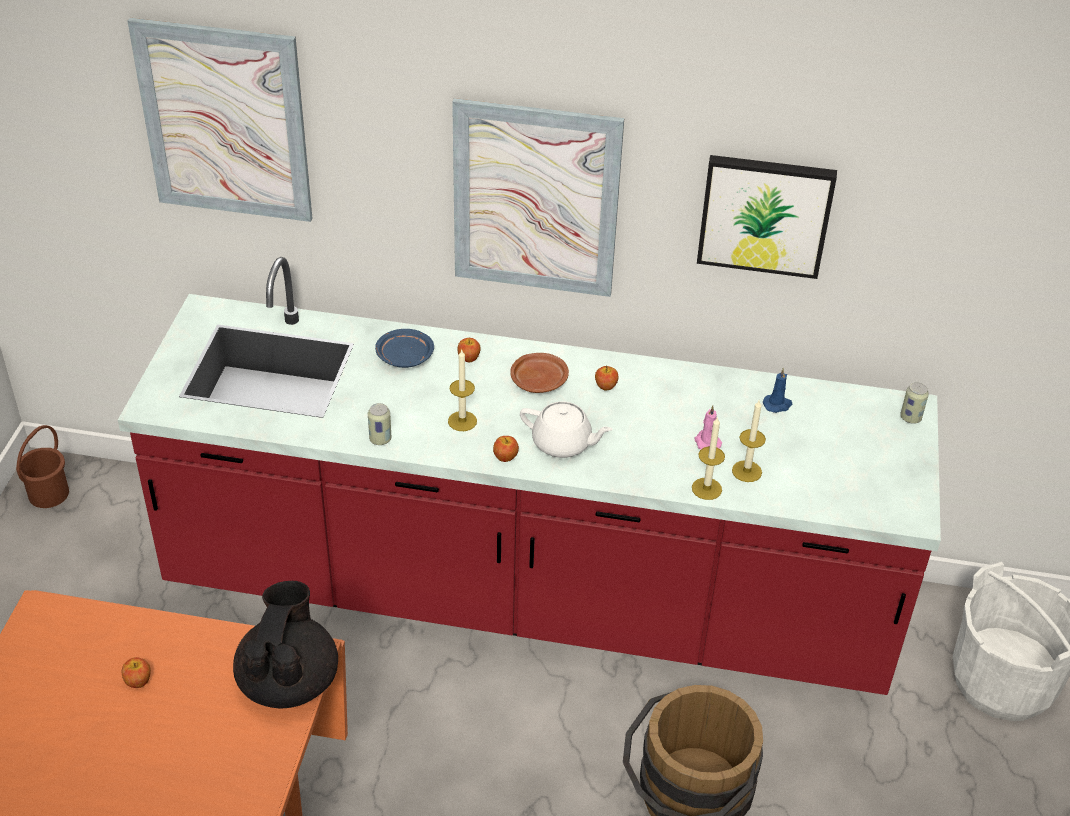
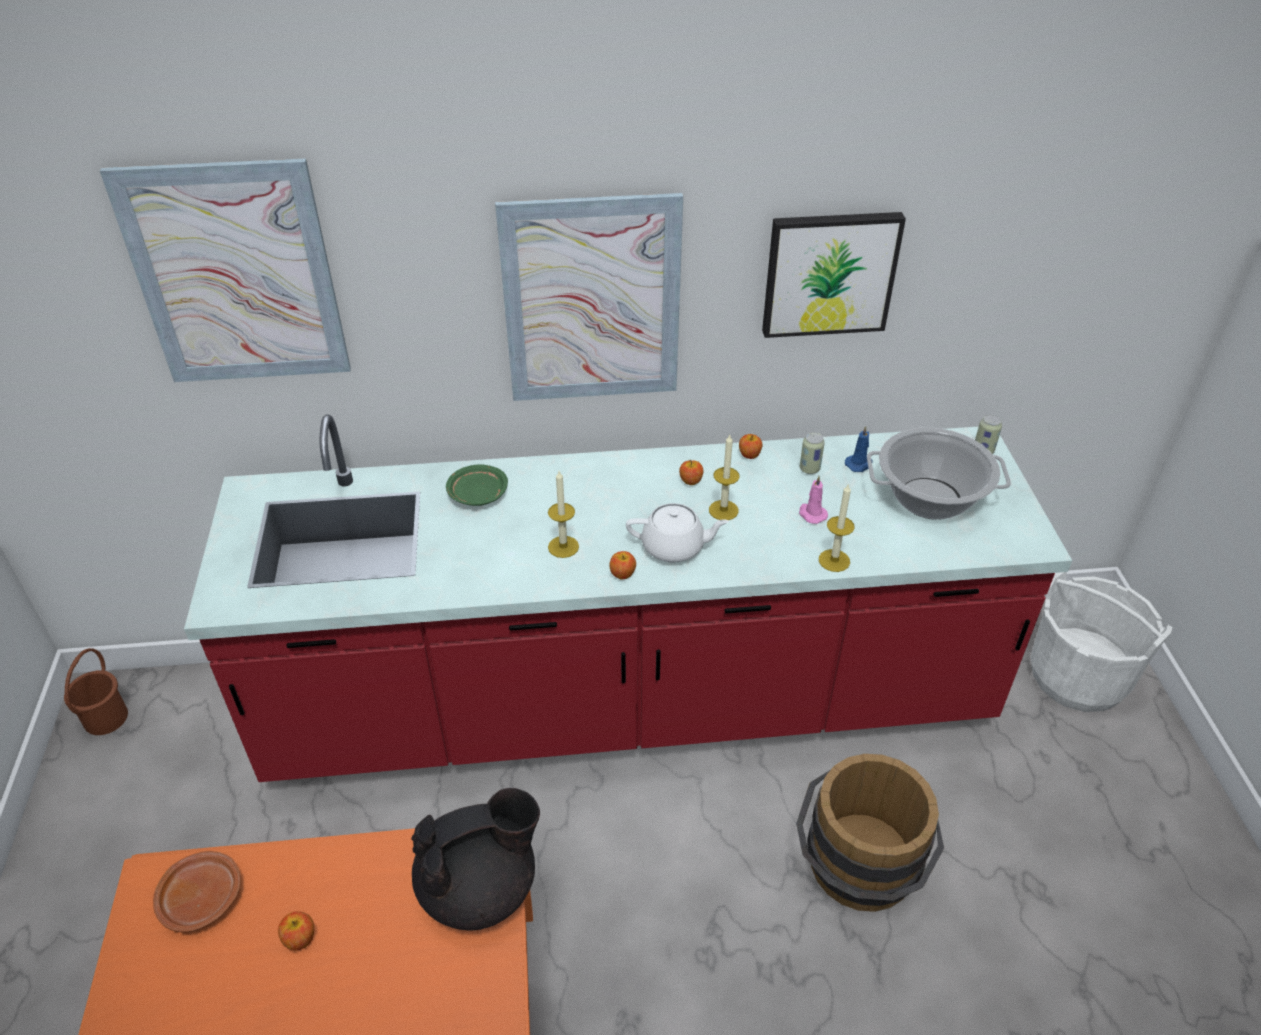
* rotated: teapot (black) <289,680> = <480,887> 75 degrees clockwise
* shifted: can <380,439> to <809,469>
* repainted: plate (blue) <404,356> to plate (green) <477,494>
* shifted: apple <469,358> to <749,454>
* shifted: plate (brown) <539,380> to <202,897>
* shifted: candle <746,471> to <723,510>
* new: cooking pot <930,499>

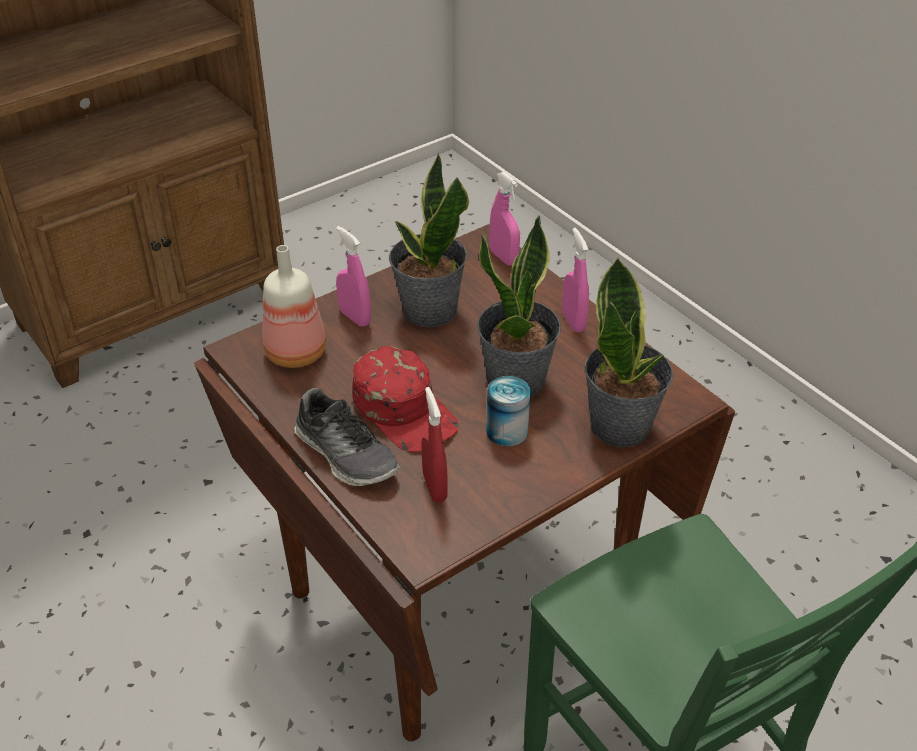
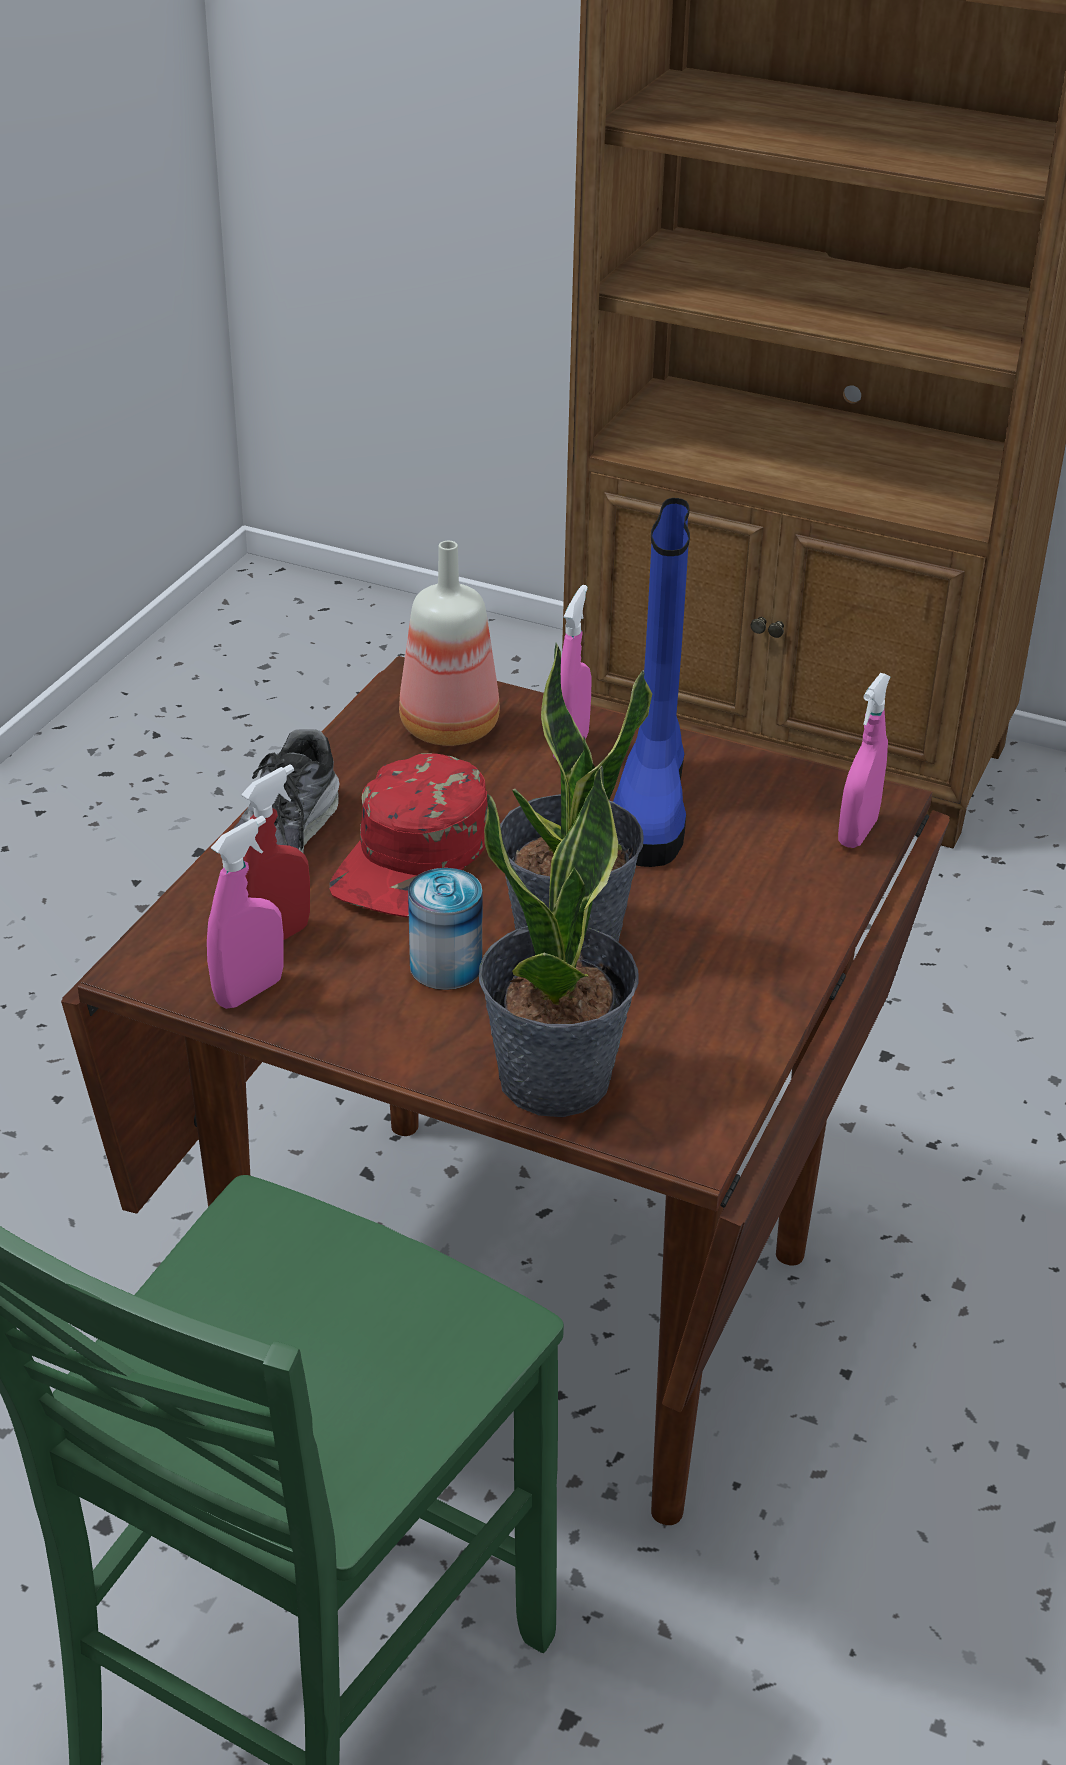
* swapped: potted plant <429,310> to boot (blue) <651,806>
* shifted: spray bottle (pink) <573,321> to <249,991>

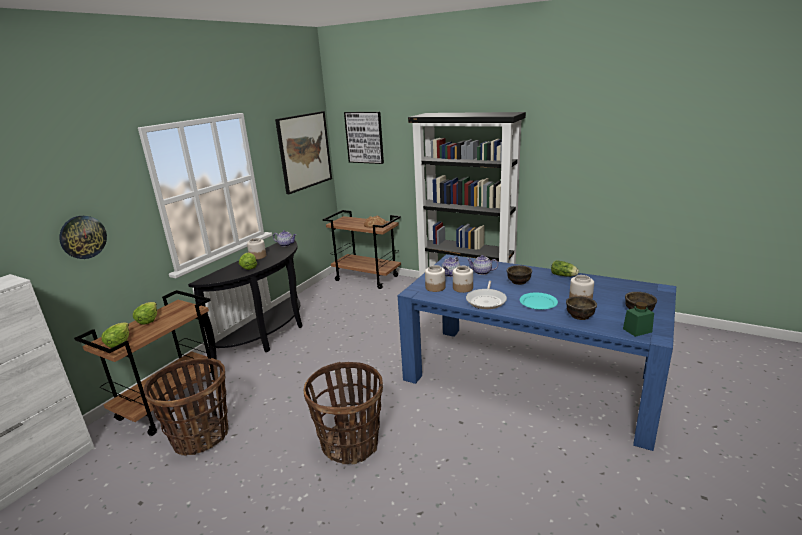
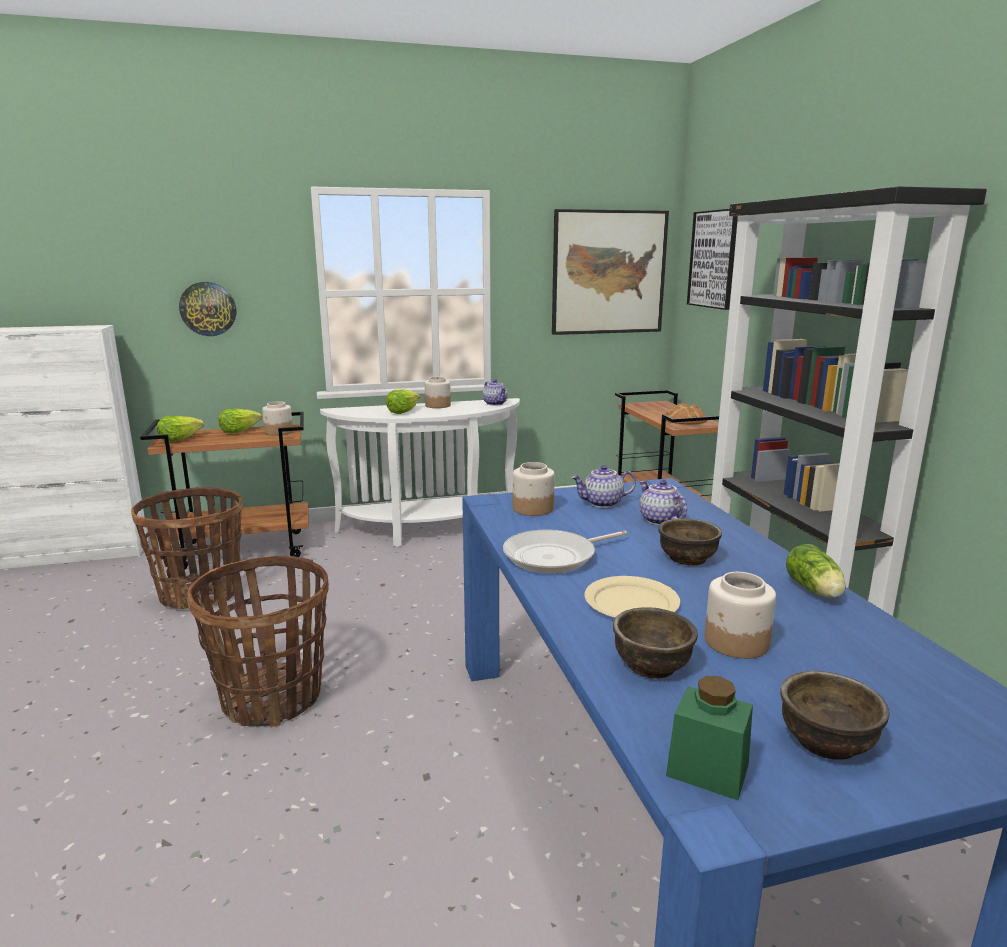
* repainted: console table (black) <270,335> to console table (white) <431,531>
* shifted: jar <463,288> to <278,432>
* repainted: plate (turquoise) <538,303> to plate (beige) <630,603>

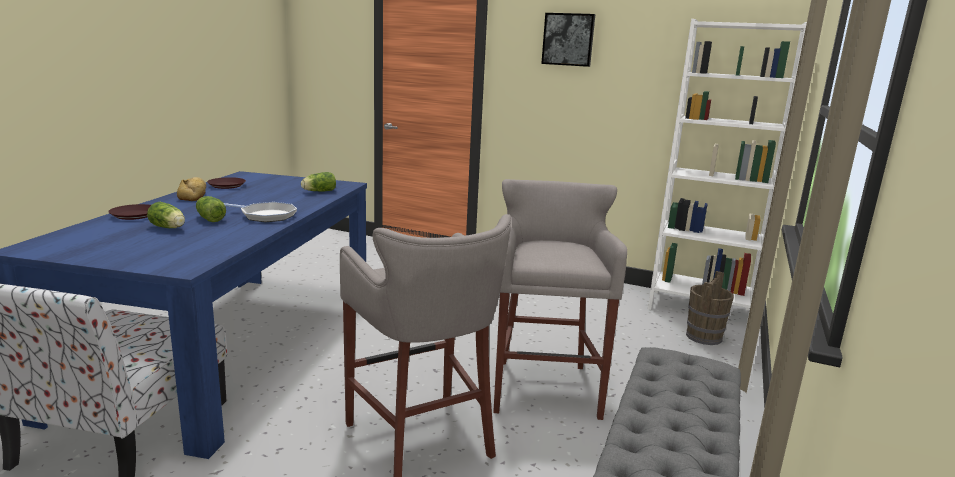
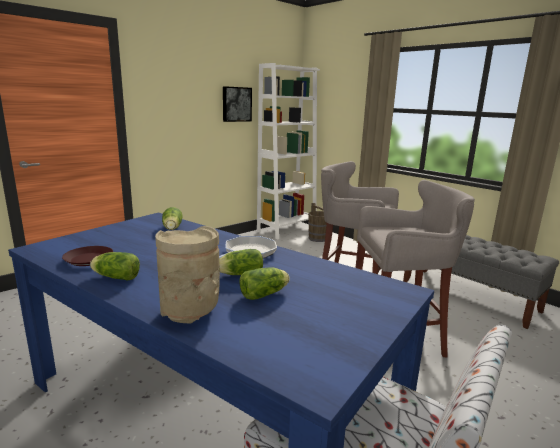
* swapped: plate (brown) <134,215> to vase (beige) <190,312>
* swapped: bread <194,194> to lettuce <115,277>
* shifted: picture <568,39> to <236,104>

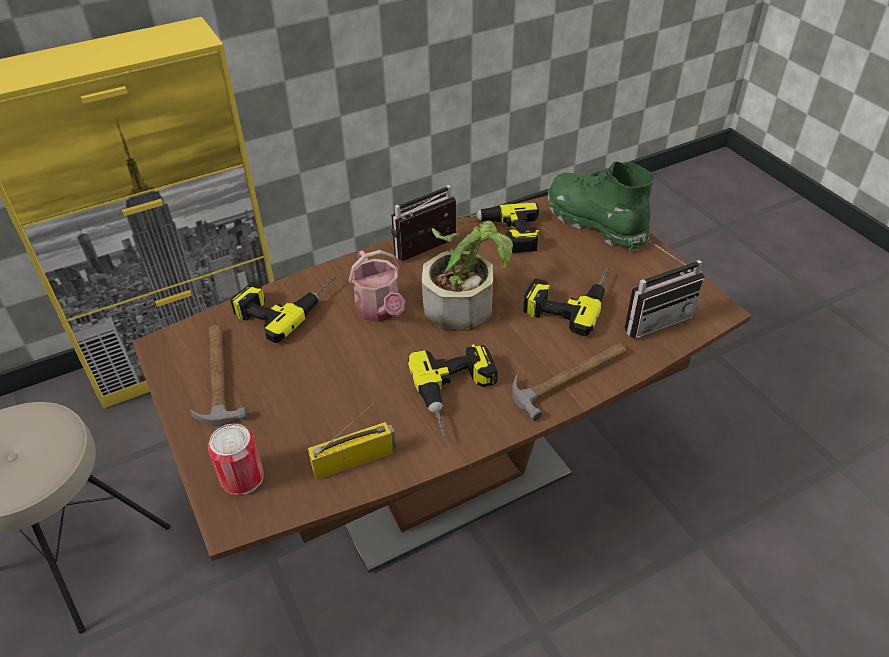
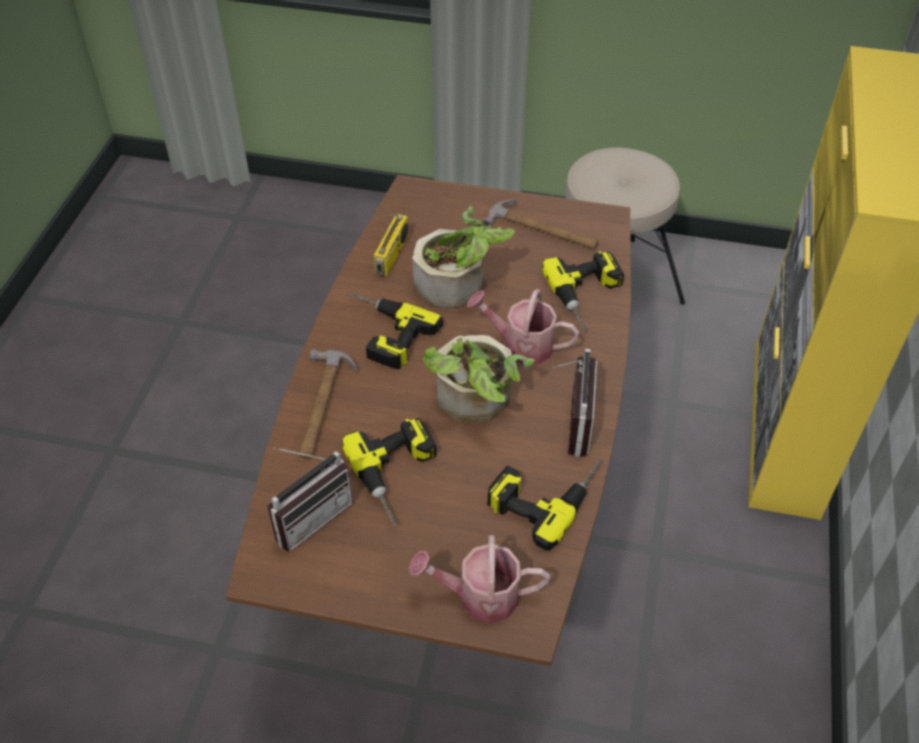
* gone: can <242,477>
* swapped: boot (green) <595,222> to watering can <479,596>
* rotated: radio <654,318> = <309,515> 150 degrees counterclockwise
* new: potted plant <459,285>

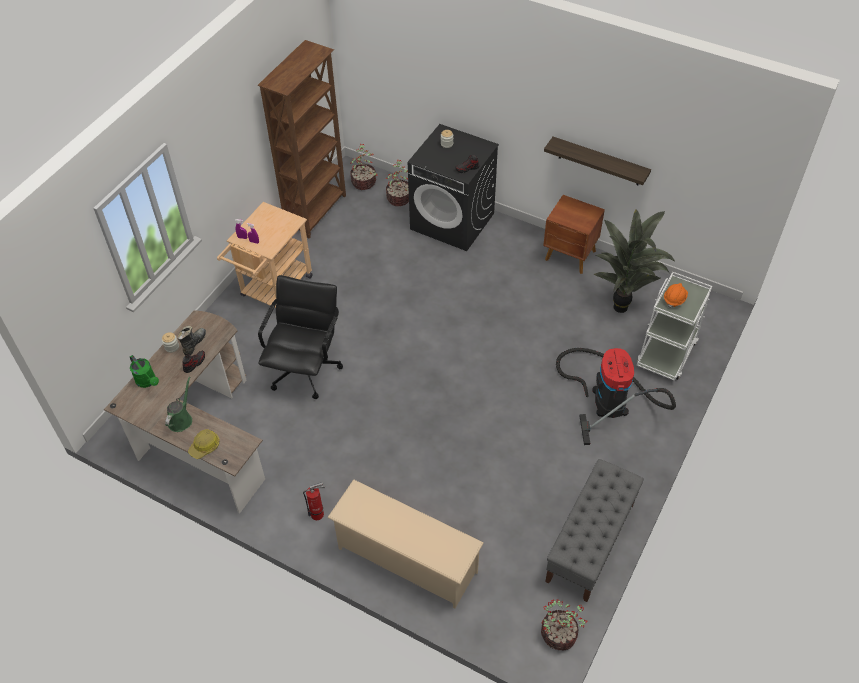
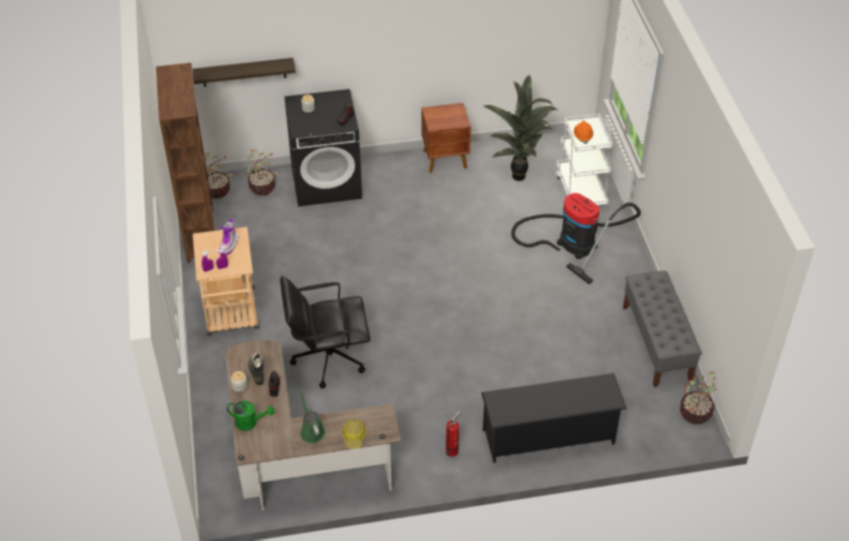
* rotated: office chair (black) <305,369> = <328,358> 75 degrees counterclockwise
* repainted: shoe rack (beige) <406,560> to shoe rack (black) <549,437>
* shifted: shelf <599,161> to <244,72>
* new: boot <229,245>

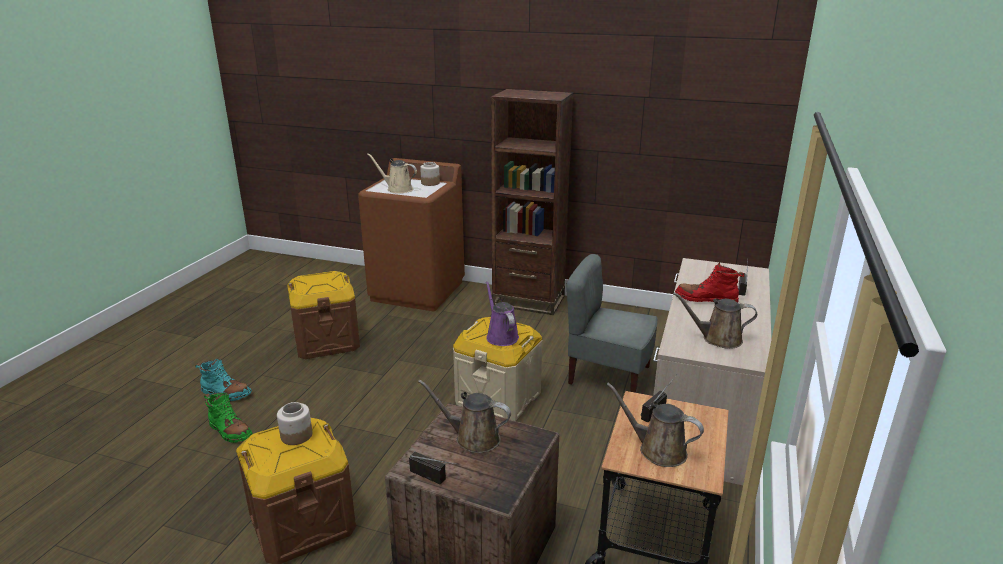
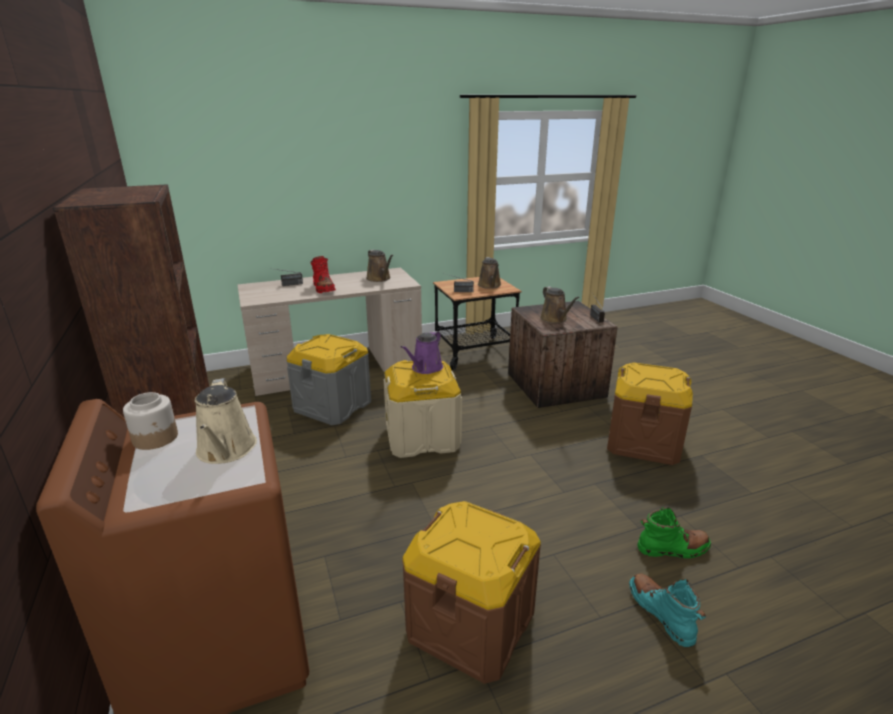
* rotated: boot (green) <230,431> = <673,549> 90 degrees clockwise
* gone: jar <296,436>
* swapped: chair (grey) <608,376> to storage box (grey) <332,406>

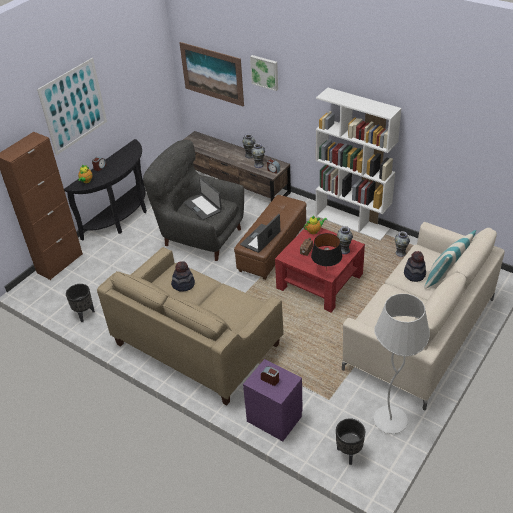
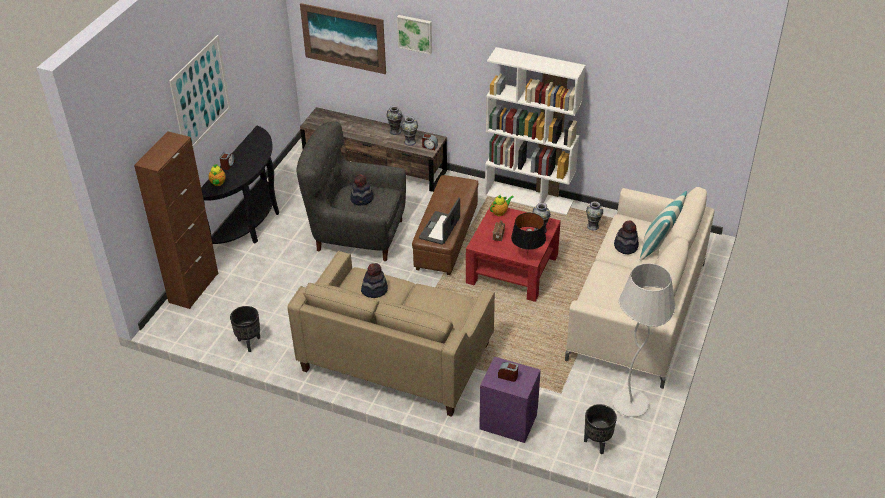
* swapped: laptop <203,207> to hat <362,199>

